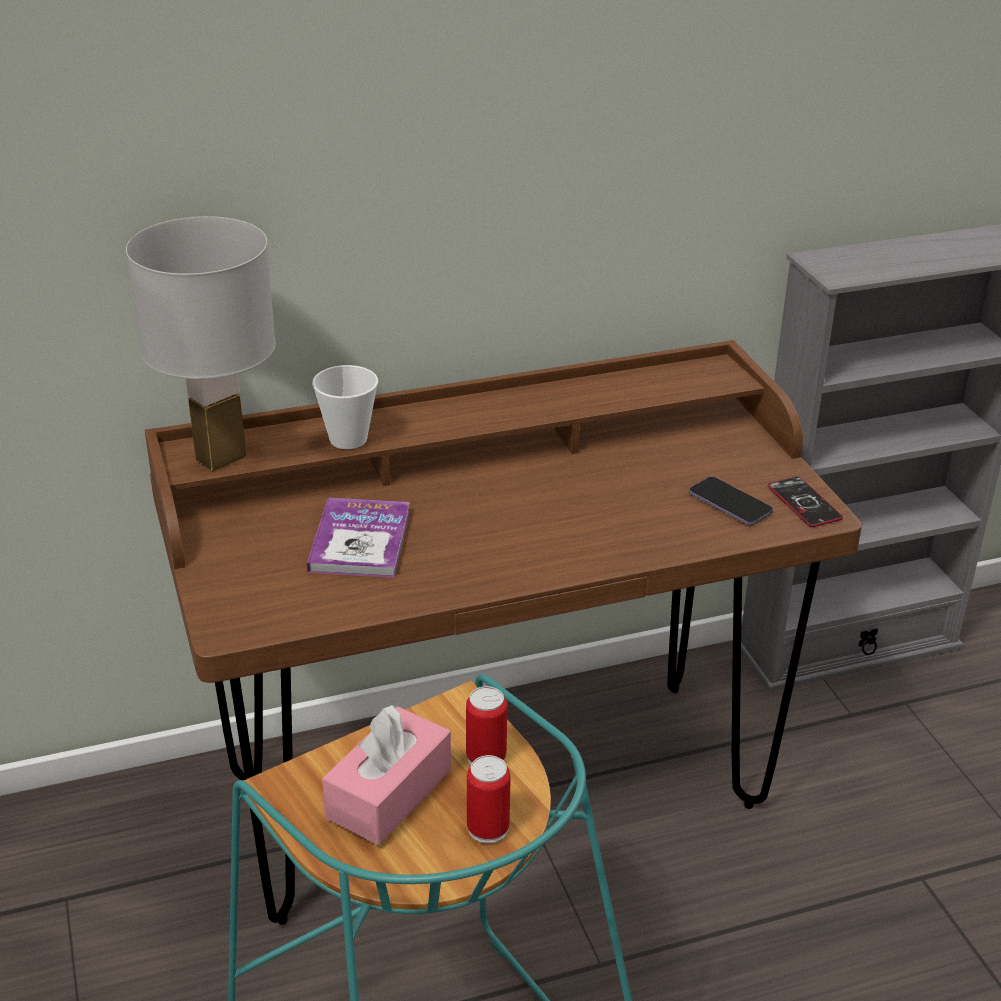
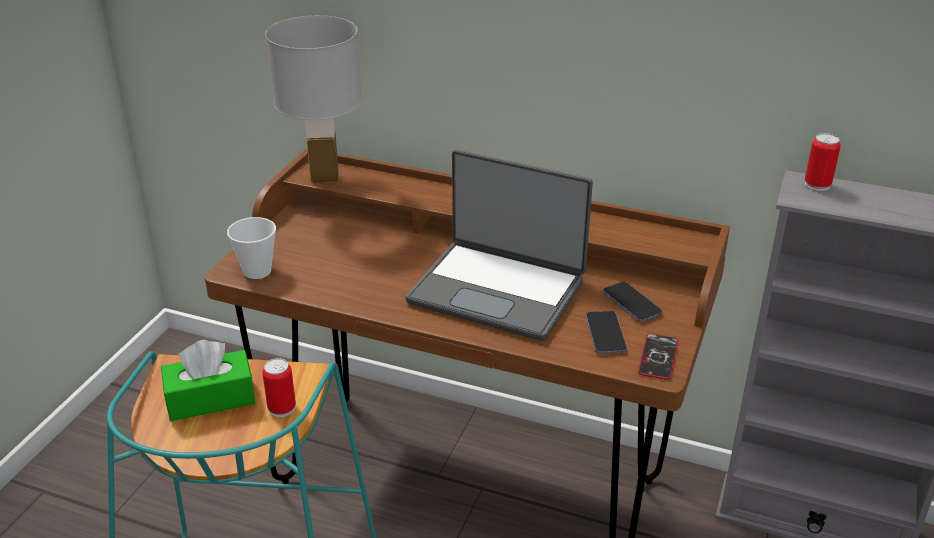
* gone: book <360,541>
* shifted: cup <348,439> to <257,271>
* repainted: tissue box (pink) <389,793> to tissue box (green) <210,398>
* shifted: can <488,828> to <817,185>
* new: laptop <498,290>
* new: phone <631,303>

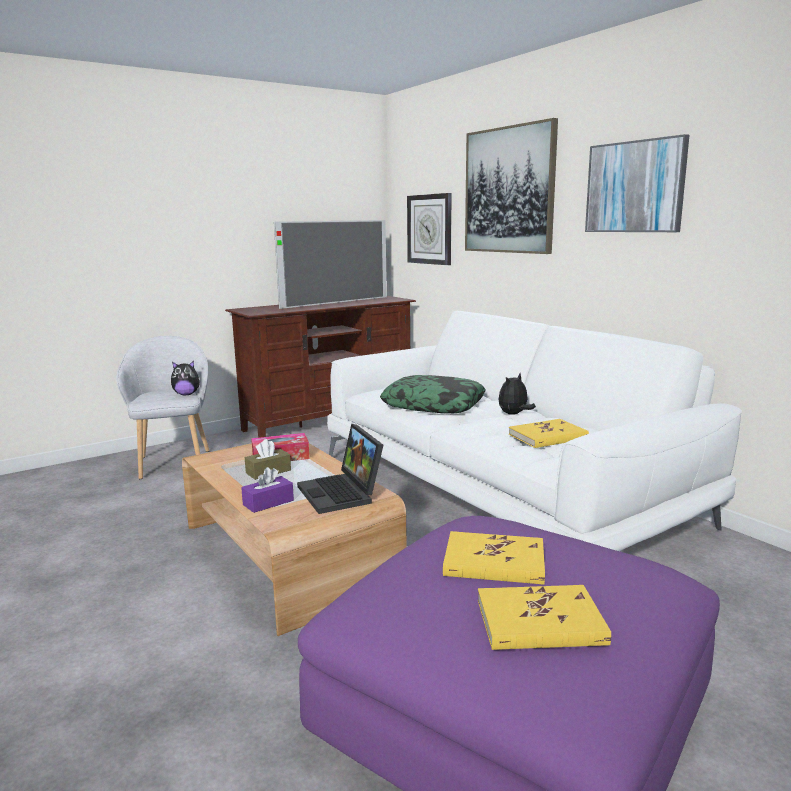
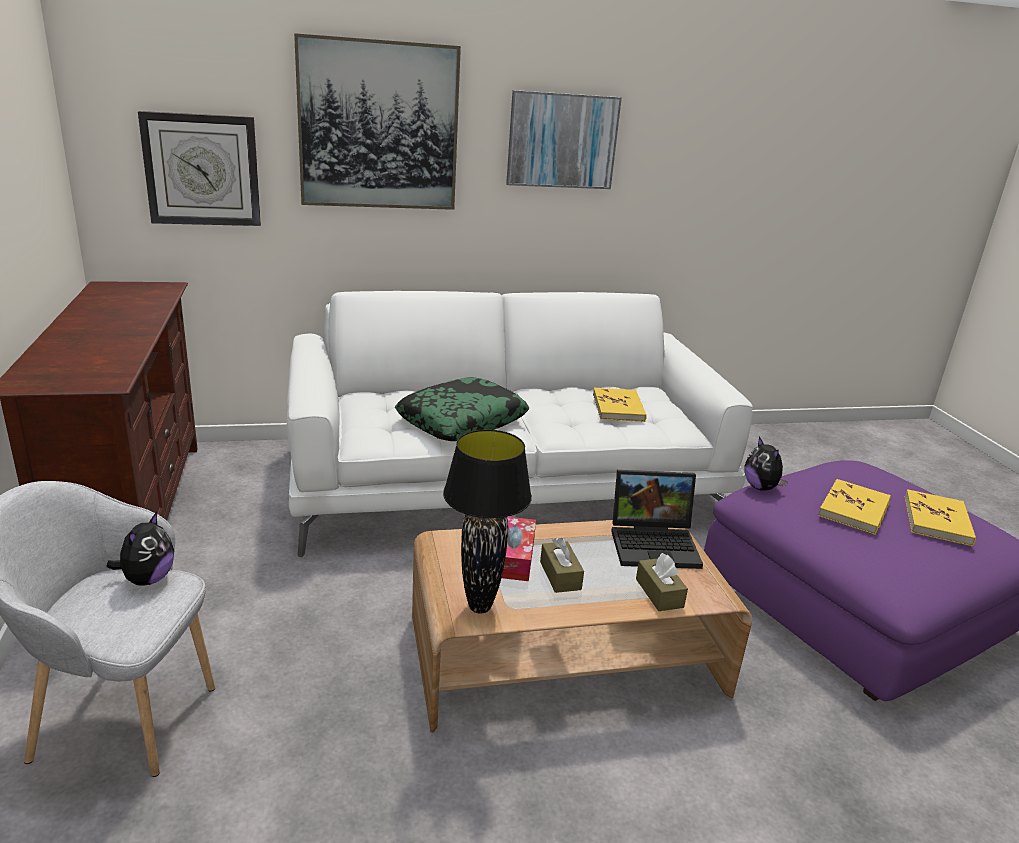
* repainted: tissue box (purple) <268,502> to tissue box (brown) <659,593>
* gone: television <336,302>
* shifted: plush toy <514,414> to <761,487>
* new: table lamp (black) <479,606>

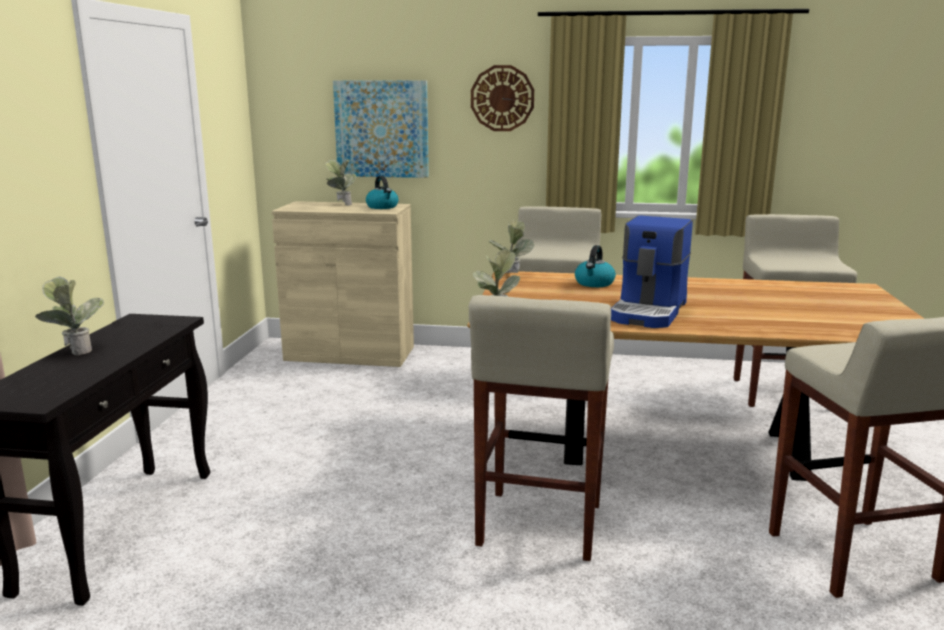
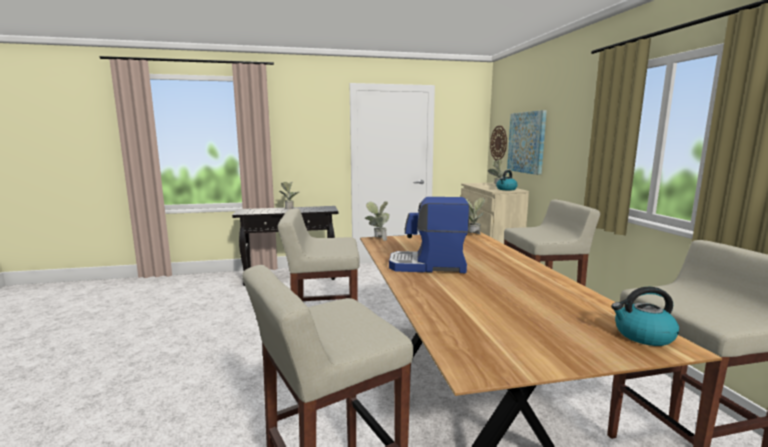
* shifted: wall clock <502,98> to <499,143>
* shifted: kettle <594,283> to <643,335>

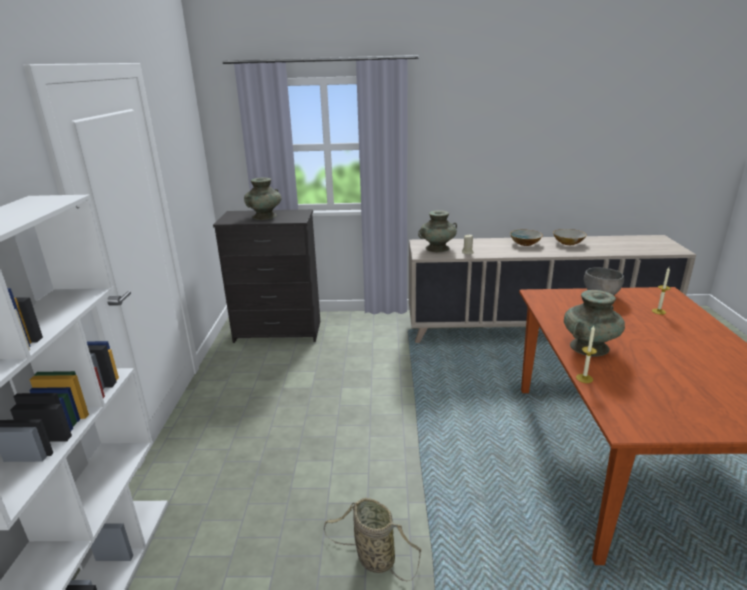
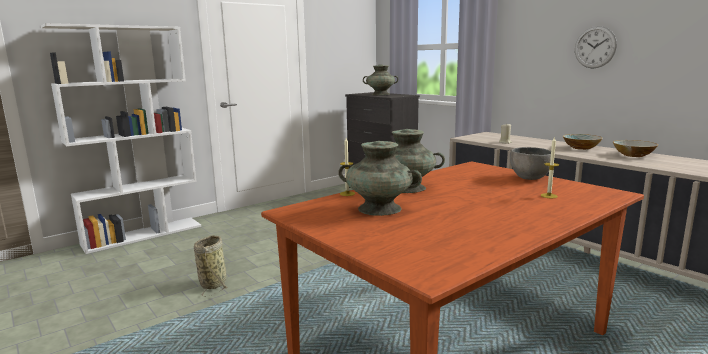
* shifted: vase (turquoise) <437,248> to <379,209>
* new: wall clock <595,47>

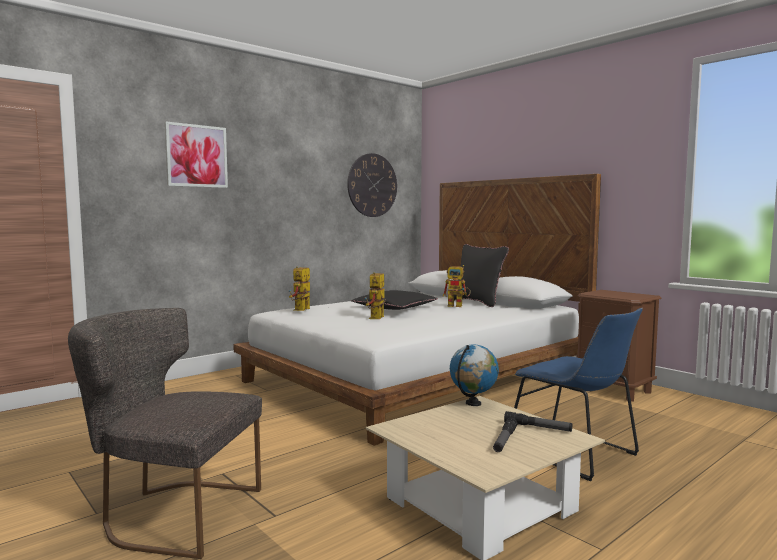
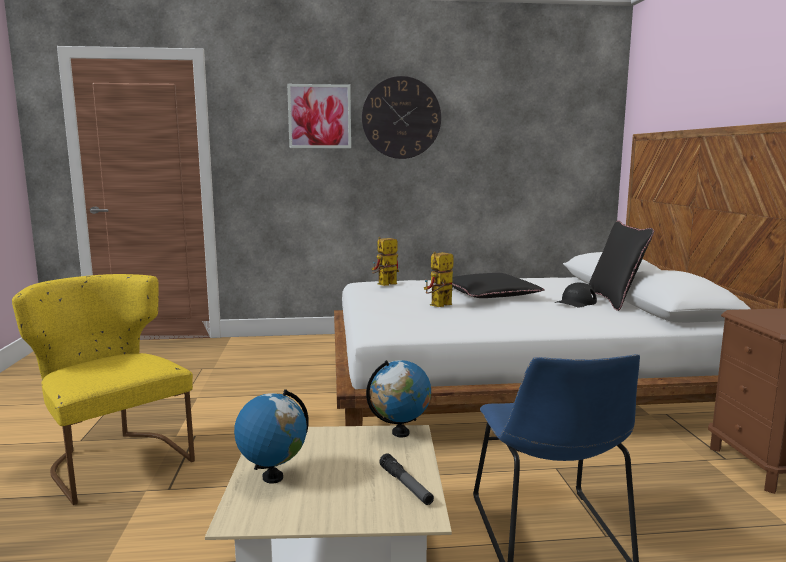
* repainted: chair (grey) <172,514> to chair (yellow) <114,459>
* shifted: wall clock <372,185> to <401,118>
* swapped: toy robot <458,306> to cap (black) <575,302>
* gone: flashlight <504,440>
* new: globe <272,477>

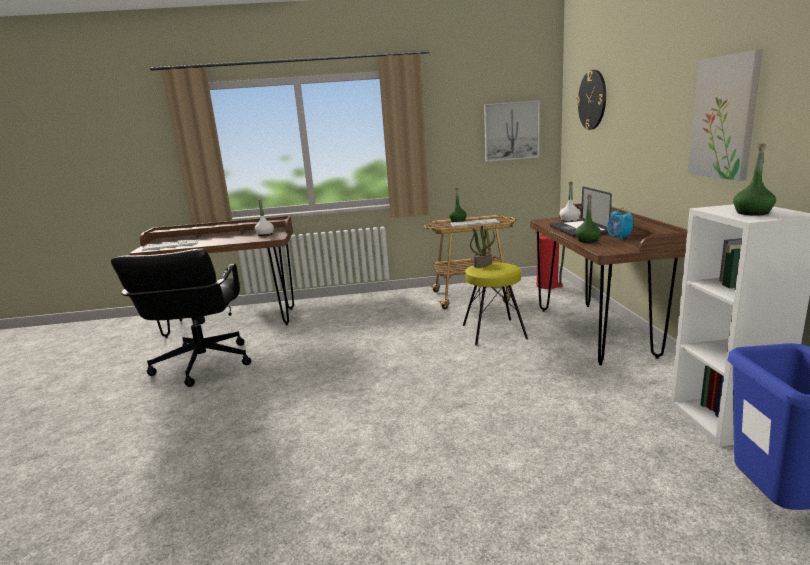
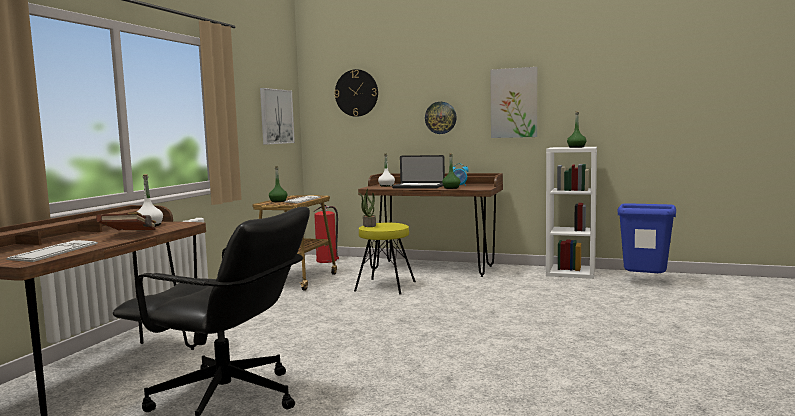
* new: book (brown) <130,234>
* new: wall clock <440,117>

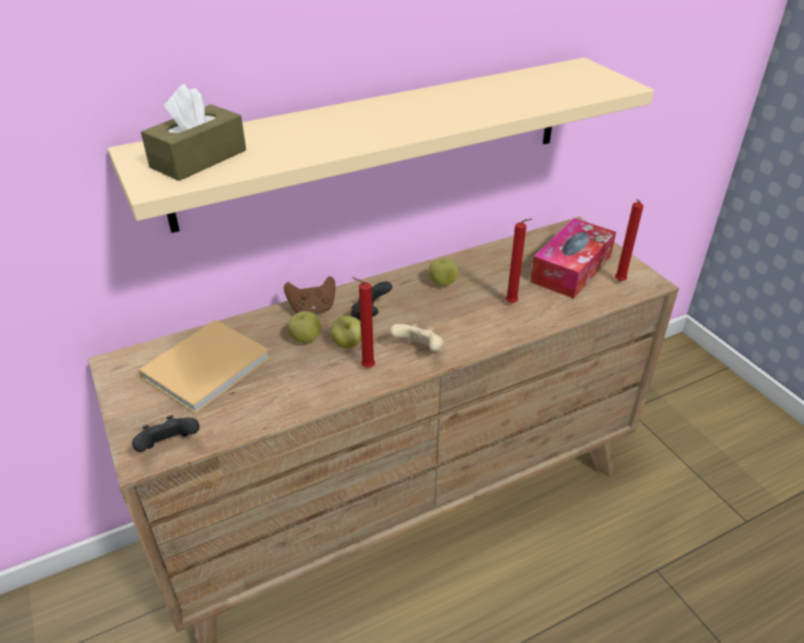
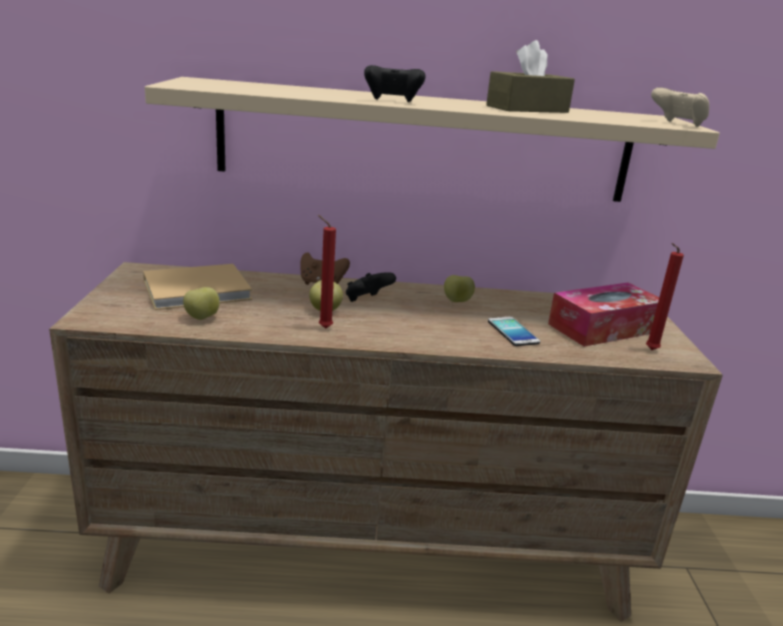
* shifted: game controller (black) <169,446> to <392,101>
* shifted: tissue box (brown) <199,159> to <527,109>
* shifted: apple <305,339> to <202,318>
* shifted: game controller (beige) <419,351> to <678,124>
* swapped: candle (red) <513,304> to phone <513,332>

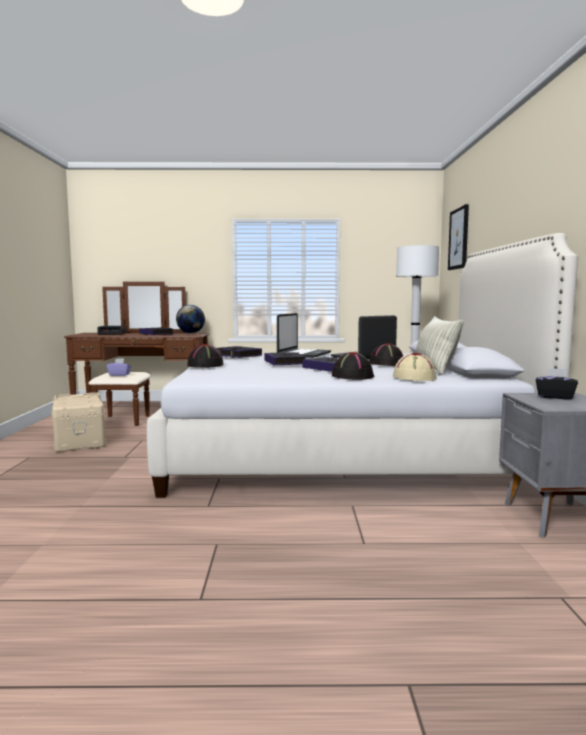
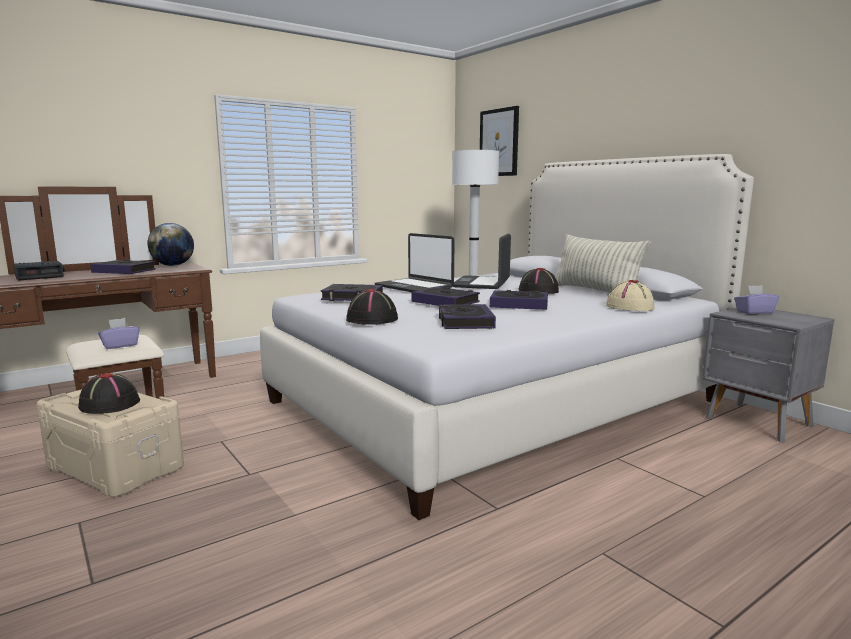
* rotated: laptop <303,354> = <414,287> 150 degrees clockwise
* shifted: hat (black) <352,376> to <109,404>
* repainted: tissue box (black) <555,397> to tissue box (purple) <754,312>
* new: book <465,322>

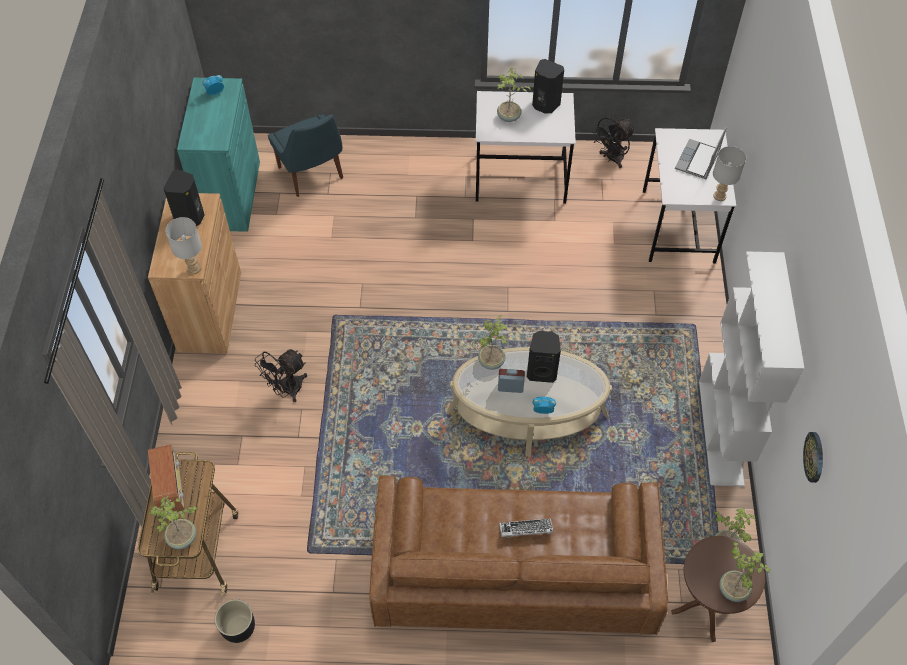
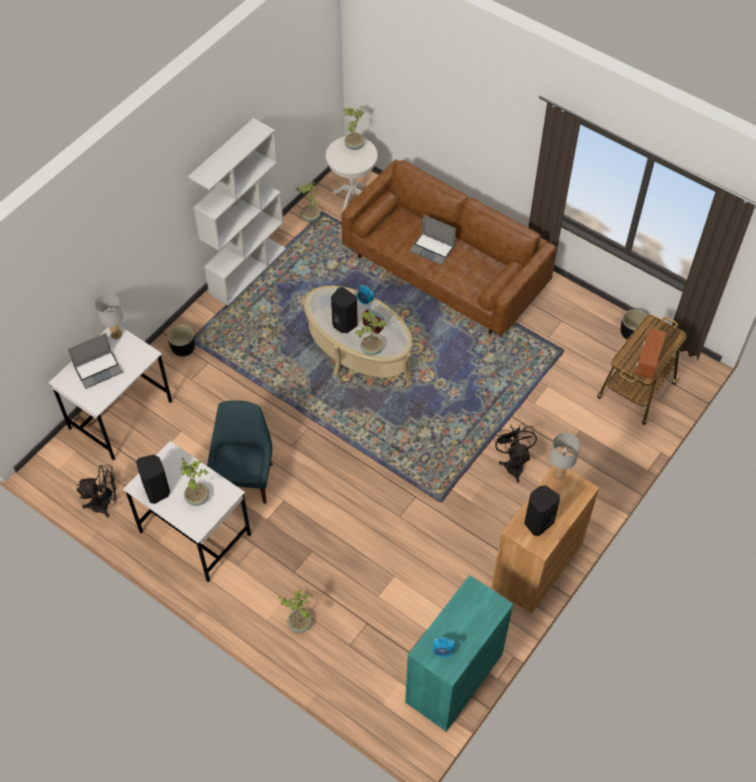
* shifted: potted plant <182,538> to <300,623>
* rotated: fan (black) <287,390> = <513,463> 90 degrees counterclockwise
* shifted: chair (blue) <311,174> to <244,479>
* swapped: keyboard <526,529> to laptop <433,249>
* repainted: side table (brown) <704,608> to side table (white) <352,199>
* gone: wall clock <814,457>
* new: planter (black) <183,348>

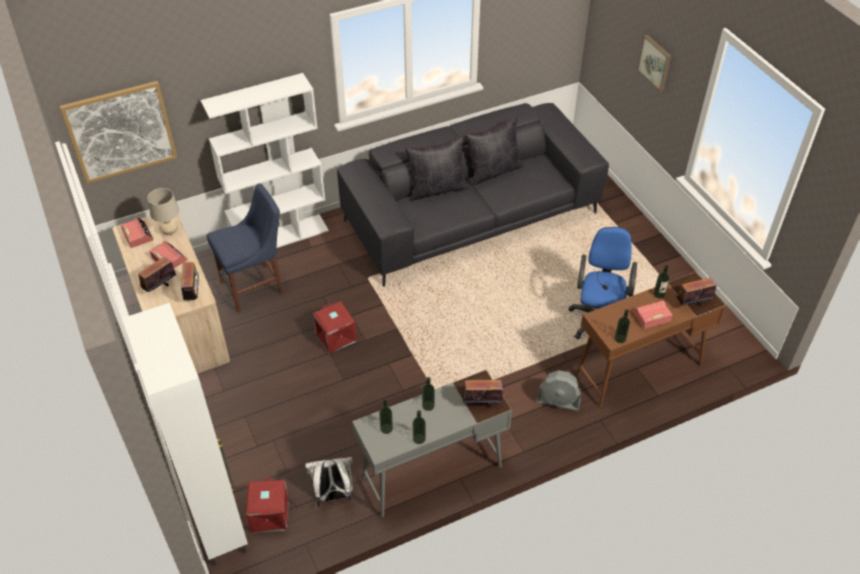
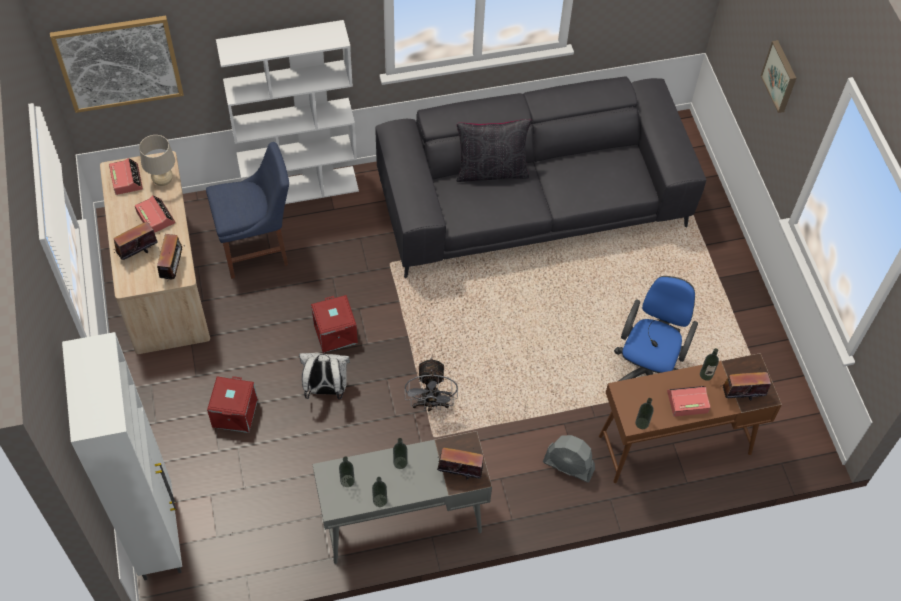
* shifted: storage box (red) <269,514> to <234,413>
* shifted: backpack (white) <333,495> to <326,389>
* gone: pillow (black) <493,171>
* new: fan (grey) <430,404>

